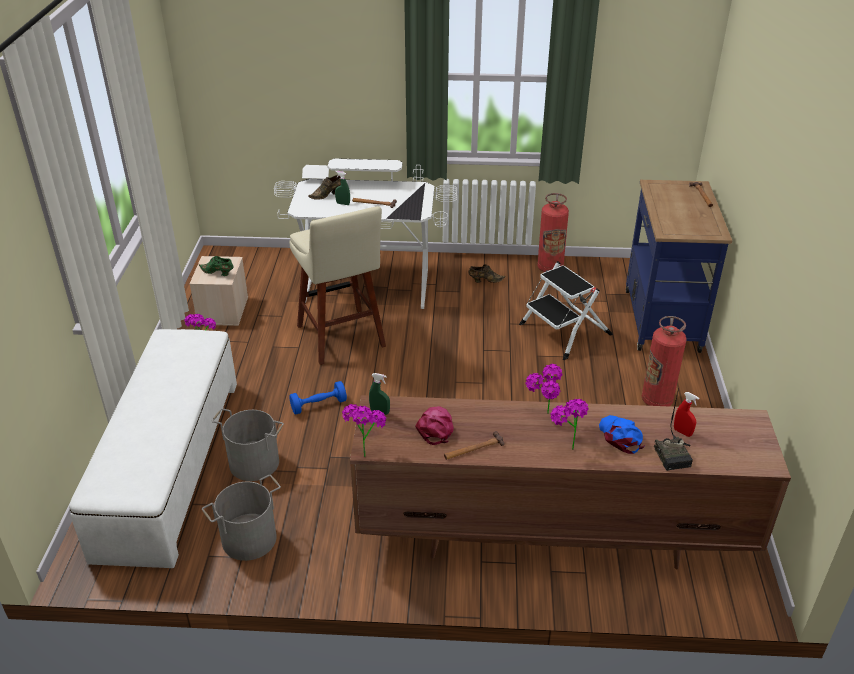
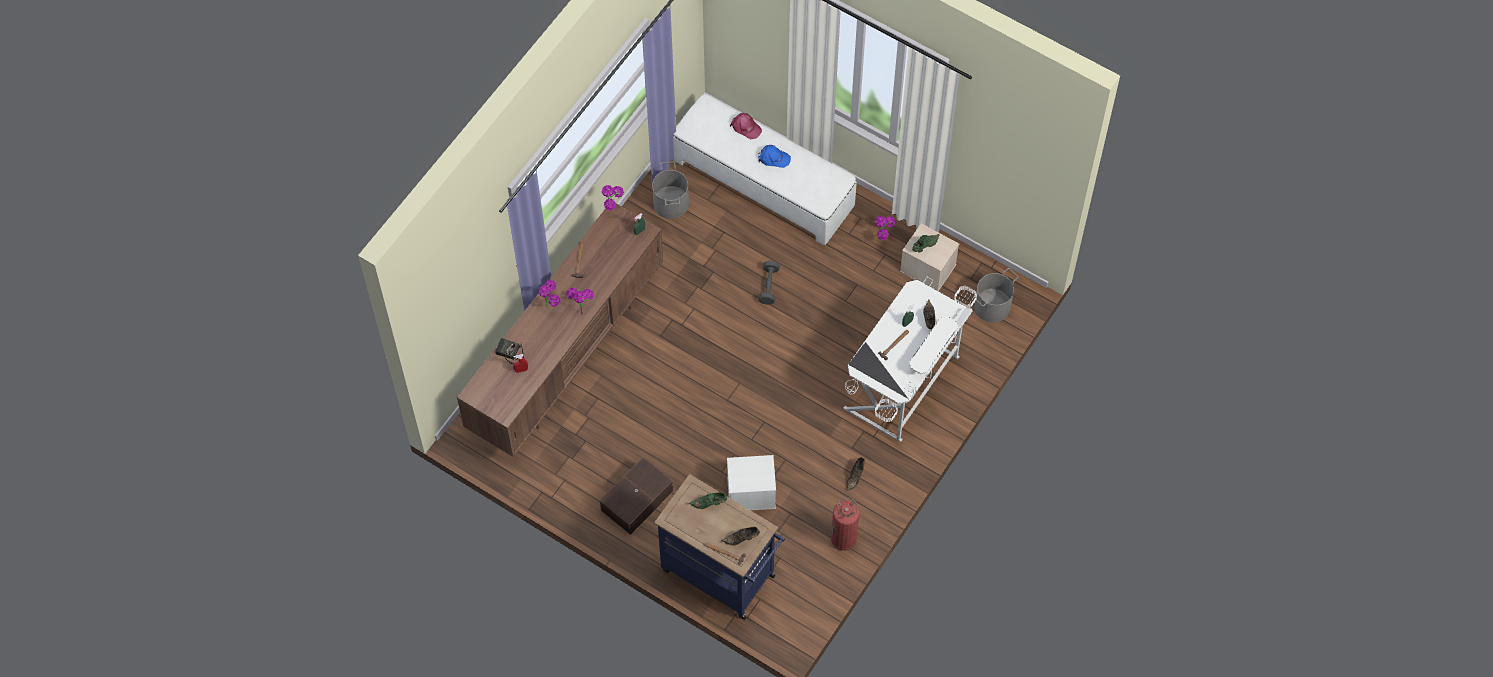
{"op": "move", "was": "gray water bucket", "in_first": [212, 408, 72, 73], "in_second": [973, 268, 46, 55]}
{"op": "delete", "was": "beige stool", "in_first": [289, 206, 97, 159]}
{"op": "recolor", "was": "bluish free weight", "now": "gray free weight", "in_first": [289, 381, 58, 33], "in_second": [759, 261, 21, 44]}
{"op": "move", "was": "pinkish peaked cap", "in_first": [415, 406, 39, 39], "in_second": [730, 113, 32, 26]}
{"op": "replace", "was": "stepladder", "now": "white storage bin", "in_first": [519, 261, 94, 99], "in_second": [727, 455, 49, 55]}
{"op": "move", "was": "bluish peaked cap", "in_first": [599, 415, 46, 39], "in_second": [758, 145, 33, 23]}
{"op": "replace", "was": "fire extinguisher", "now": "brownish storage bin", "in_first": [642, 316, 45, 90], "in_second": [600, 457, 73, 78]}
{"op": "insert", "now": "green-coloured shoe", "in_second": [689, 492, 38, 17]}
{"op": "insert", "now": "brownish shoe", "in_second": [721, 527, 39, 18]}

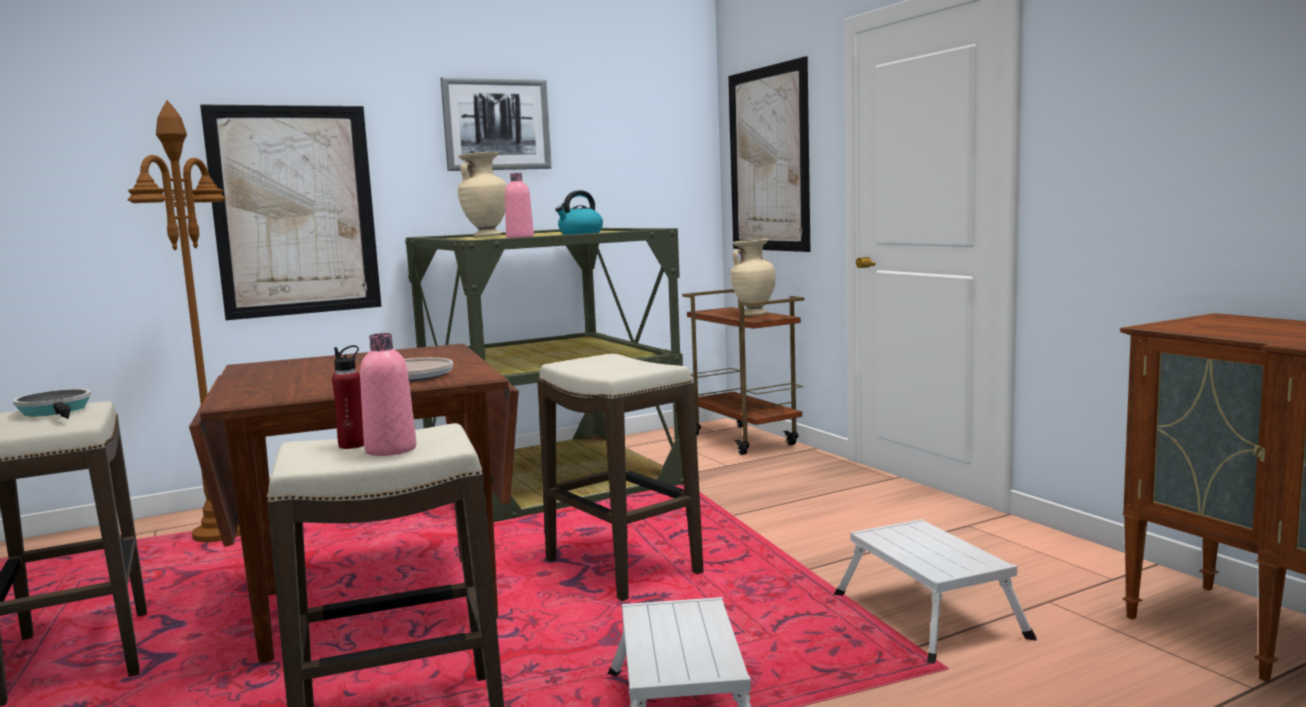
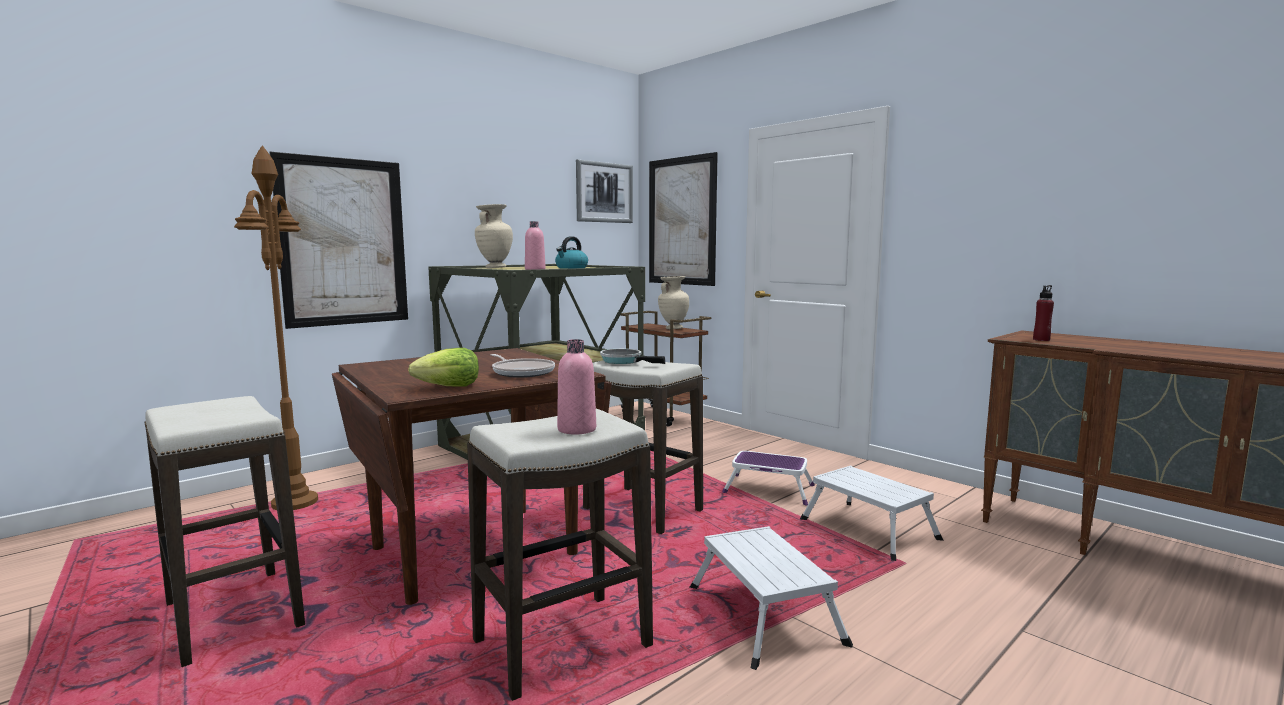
{"op": "move", "was": "skillet", "in_first": [13, 389, 78, 30], "in_second": [600, 349, 65, 15]}
{"op": "move", "was": "reddish bottle", "in_first": [332, 345, 32, 104], "in_second": [1033, 285, 21, 56]}
{"op": "move", "was": "wall picture", "in_first": [440, 77, 112, 94], "in_second": [576, 159, 57, 64]}
{"op": "insert", "now": "lettuce", "in_second": [408, 348, 71, 39]}
{"op": "insert", "now": "purplish stepladder", "in_second": [722, 451, 93, 55]}

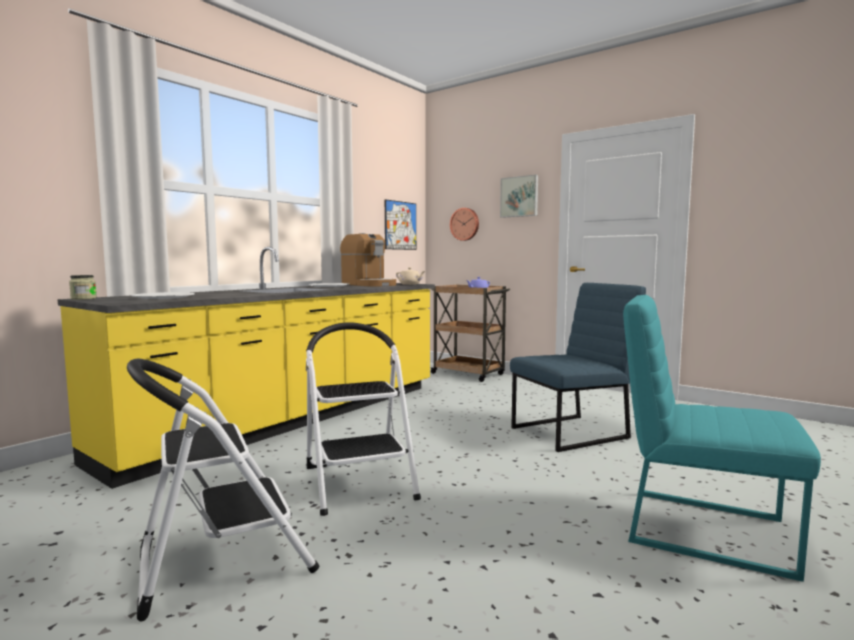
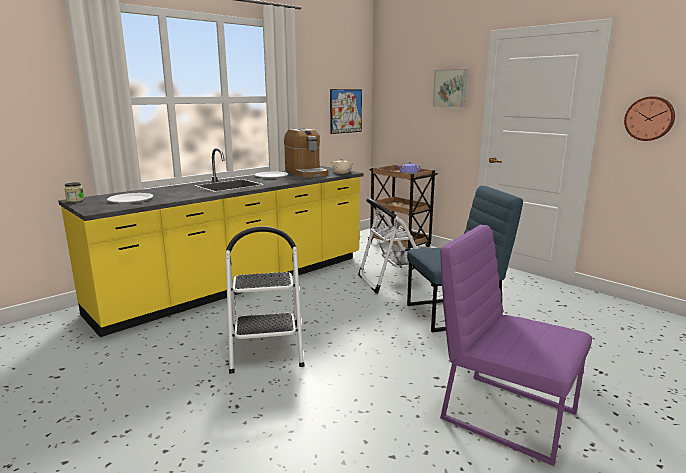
{"op": "move", "was": "stepladder", "in_first": [127, 359, 192, 262], "in_second": [358, 198, 76, 96]}
{"op": "move", "was": "clock on the wall", "in_first": [450, 208, 29, 33], "in_second": [624, 96, 51, 45]}
{"op": "recolor", "was": "turquoise-coloured plain chair", "now": "purplish plain chair", "in_first": [623, 295, 198, 287], "in_second": [440, 225, 152, 241]}

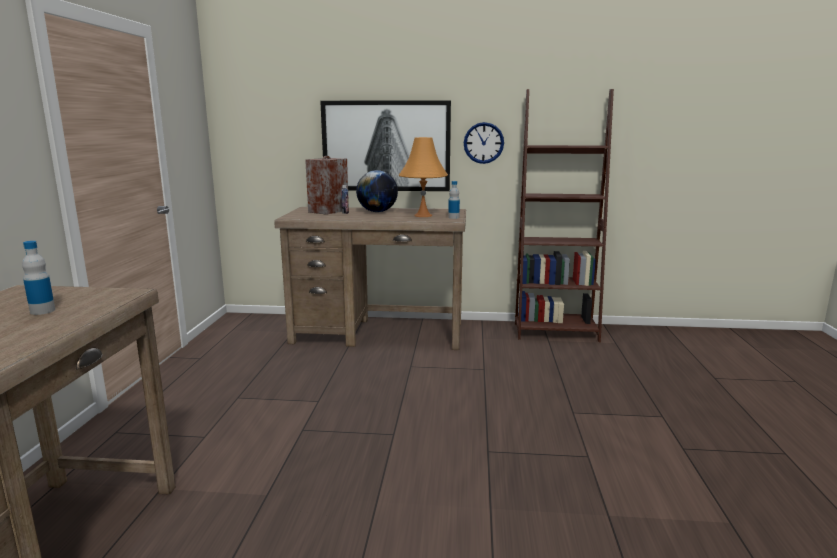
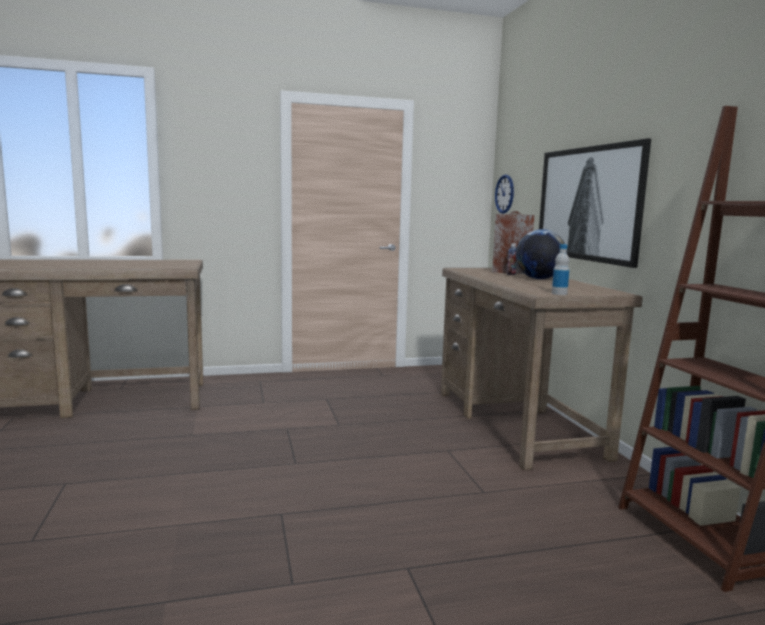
{"op": "delete", "was": "bottle", "in_first": [22, 241, 33, 74]}
{"op": "delete", "was": "orange-coloured tabletop lamp", "in_first": [398, 137, 50, 80]}
{"op": "move", "was": "clock on the wall", "in_first": [464, 122, 40, 42], "in_second": [495, 175, 19, 39]}

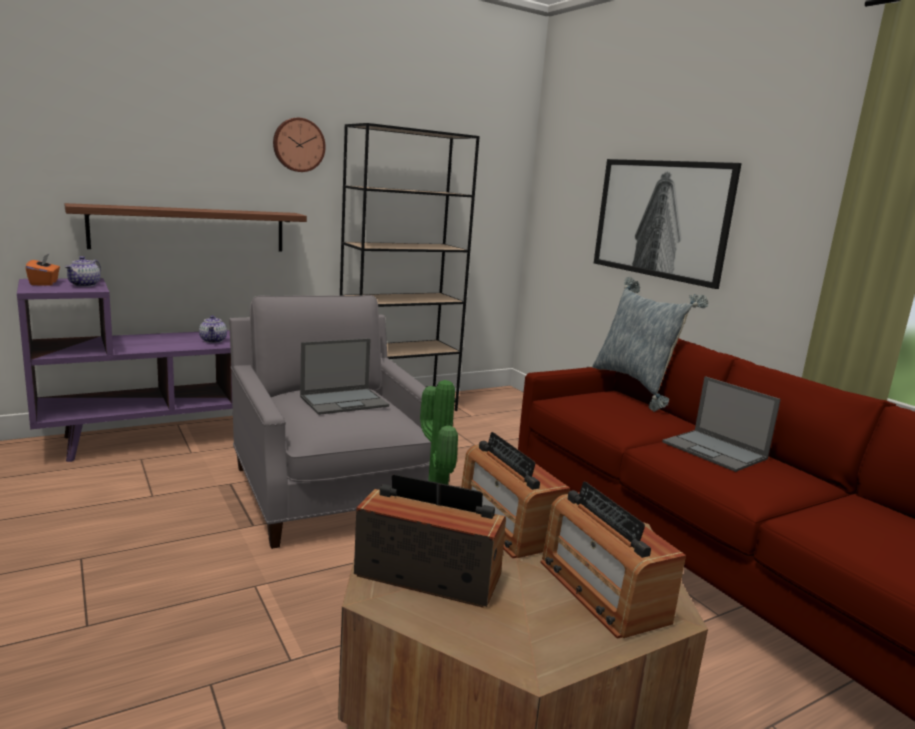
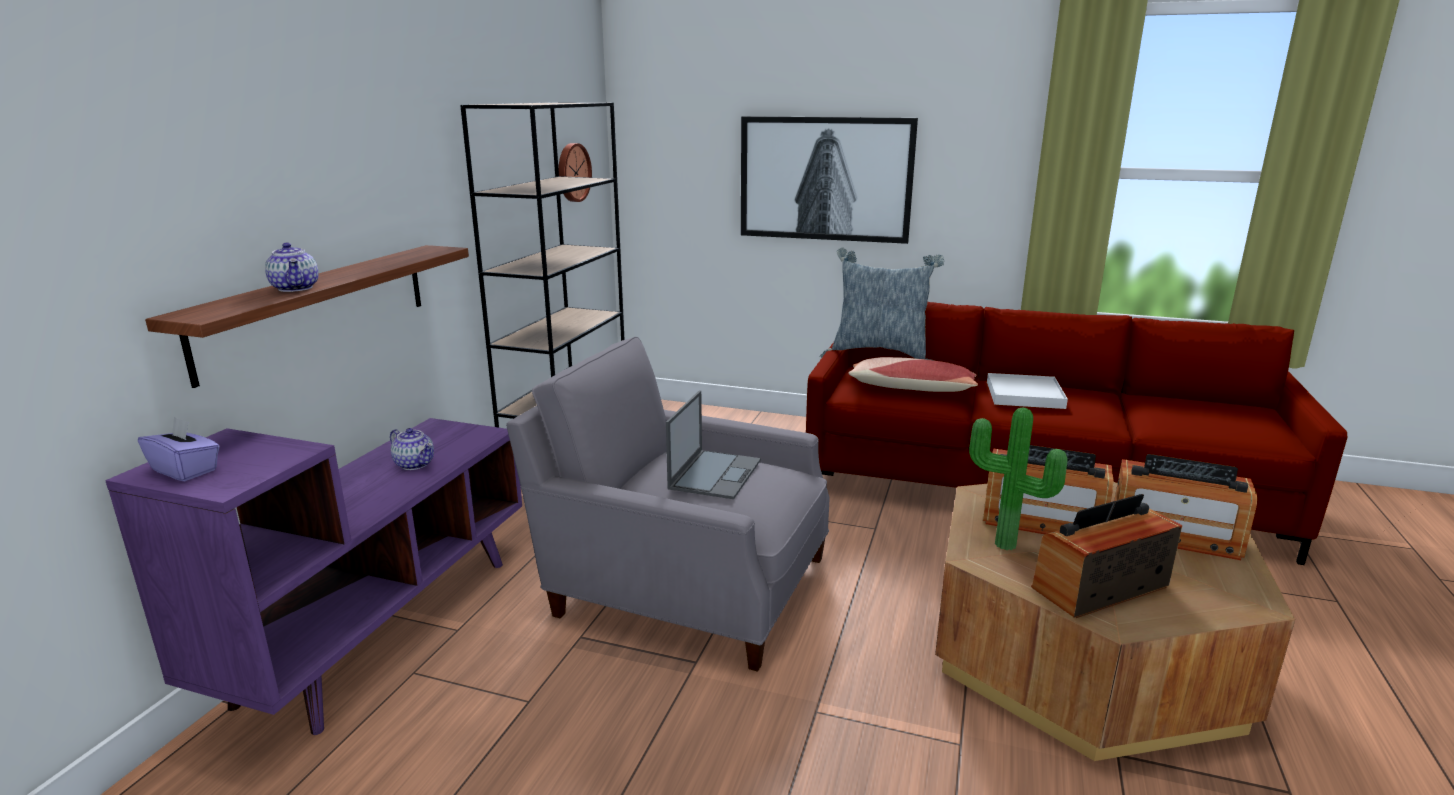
{"op": "recolor", "was": "orange-coloured box of tissues", "now": "purplish box of tissues", "in_first": [26, 254, 34, 32], "in_second": [138, 416, 82, 65]}
{"op": "move", "was": "teapot", "in_first": [65, 256, 36, 31], "in_second": [265, 242, 53, 50]}
{"op": "move", "was": "clock on the wall", "in_first": [273, 118, 53, 54], "in_second": [558, 143, 34, 59]}
{"op": "replace", "was": "portable computer", "now": "white tray", "in_first": [662, 376, 119, 96], "in_second": [987, 373, 81, 36]}
{"op": "insert", "now": "throw pillow", "in_second": [849, 357, 129, 35]}

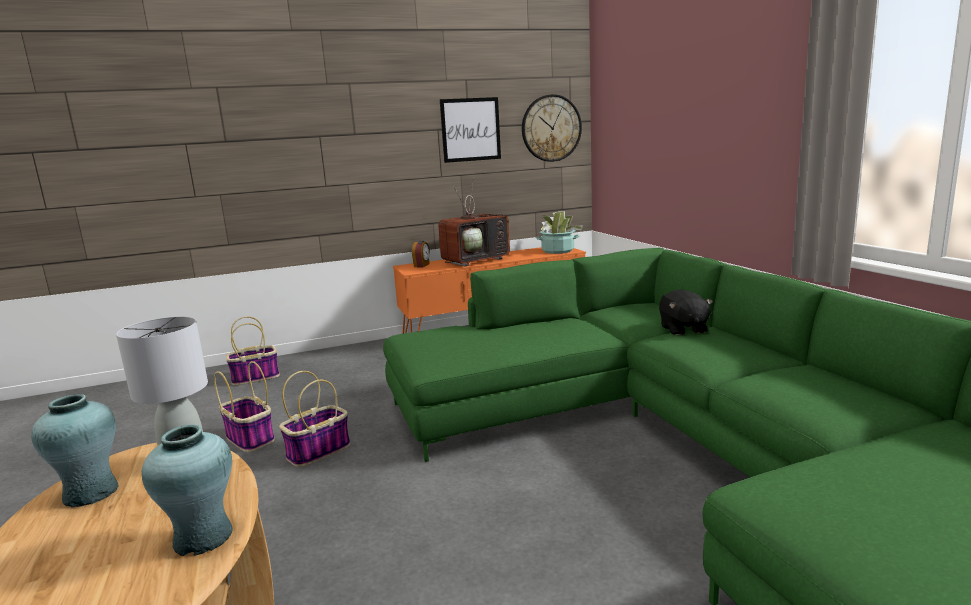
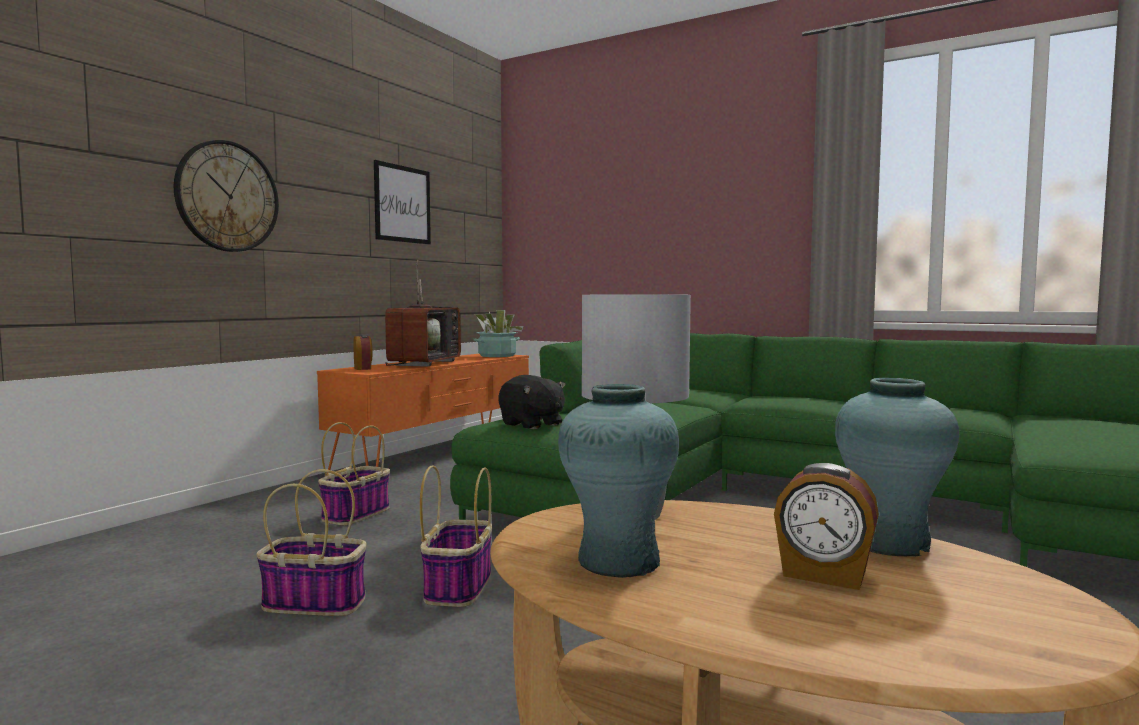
{"op": "move", "was": "basket", "in_first": [226, 316, 54, 69], "in_second": [318, 422, 72, 103]}
{"op": "move", "was": "clock on the wall", "in_first": [522, 94, 60, 68], "in_second": [174, 140, 105, 112]}
{"op": "move", "was": "black plush toy", "in_first": [659, 289, 54, 46], "in_second": [498, 375, 68, 54]}
{"op": "insert", "now": "bedside clock", "in_second": [774, 463, 105, 127]}

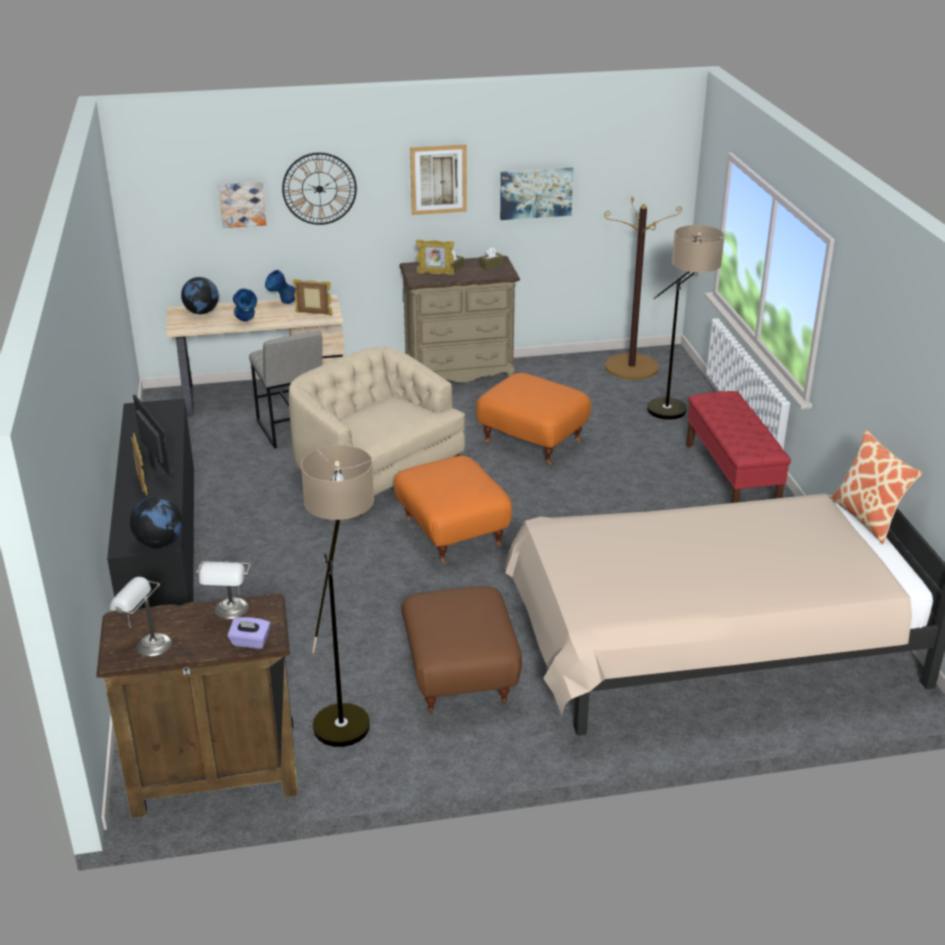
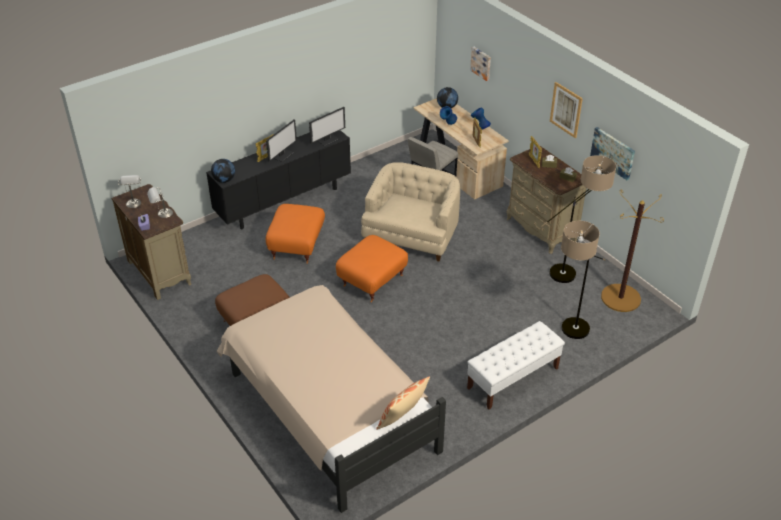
{"op": "recolor", "was": "black drawer chest", "now": "beige drawer chest", "in_first": [96, 593, 203, 225], "in_second": [111, 184, 80, 116]}
{"op": "delete", "was": "clock on the wall", "in_first": [282, 152, 75, 73]}
{"op": "move", "was": "standing lamp", "in_first": [301, 445, 73, 302], "in_second": [542, 155, 74, 128]}
{"op": "move", "was": "orange-coloured pouffe", "in_first": [476, 373, 115, 92], "in_second": [266, 204, 59, 60]}
{"op": "recolor", "was": "reddish bench", "now": "white bench", "in_first": [686, 391, 105, 112], "in_second": [467, 321, 98, 89]}
{"op": "insert", "now": "computer display", "in_second": [309, 107, 36, 39]}

